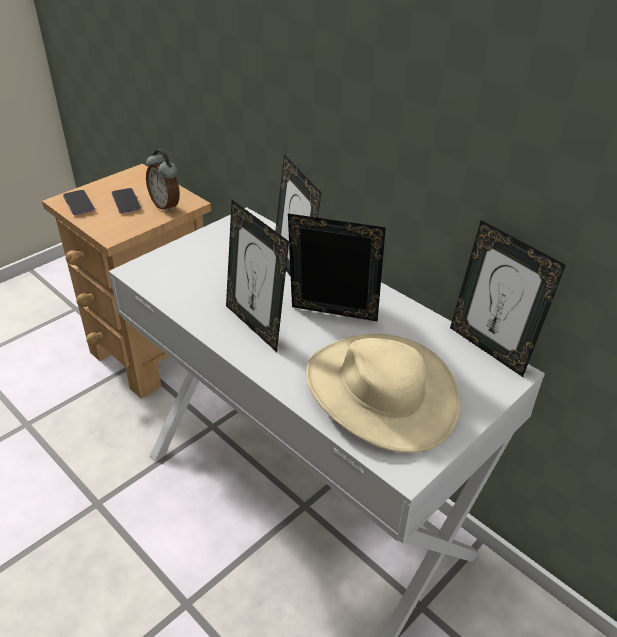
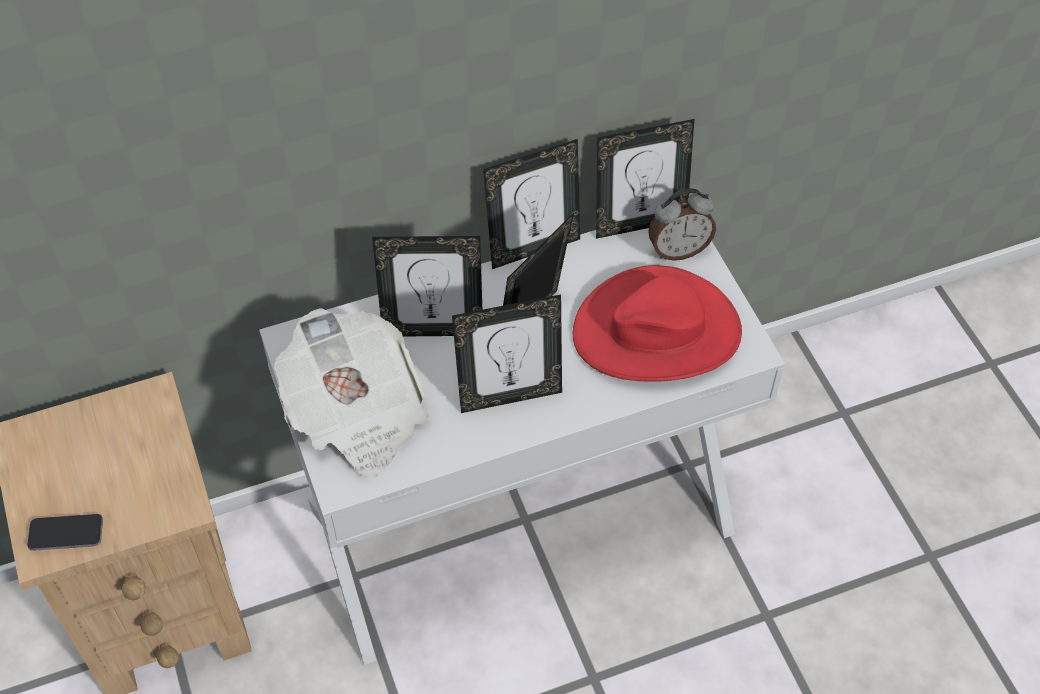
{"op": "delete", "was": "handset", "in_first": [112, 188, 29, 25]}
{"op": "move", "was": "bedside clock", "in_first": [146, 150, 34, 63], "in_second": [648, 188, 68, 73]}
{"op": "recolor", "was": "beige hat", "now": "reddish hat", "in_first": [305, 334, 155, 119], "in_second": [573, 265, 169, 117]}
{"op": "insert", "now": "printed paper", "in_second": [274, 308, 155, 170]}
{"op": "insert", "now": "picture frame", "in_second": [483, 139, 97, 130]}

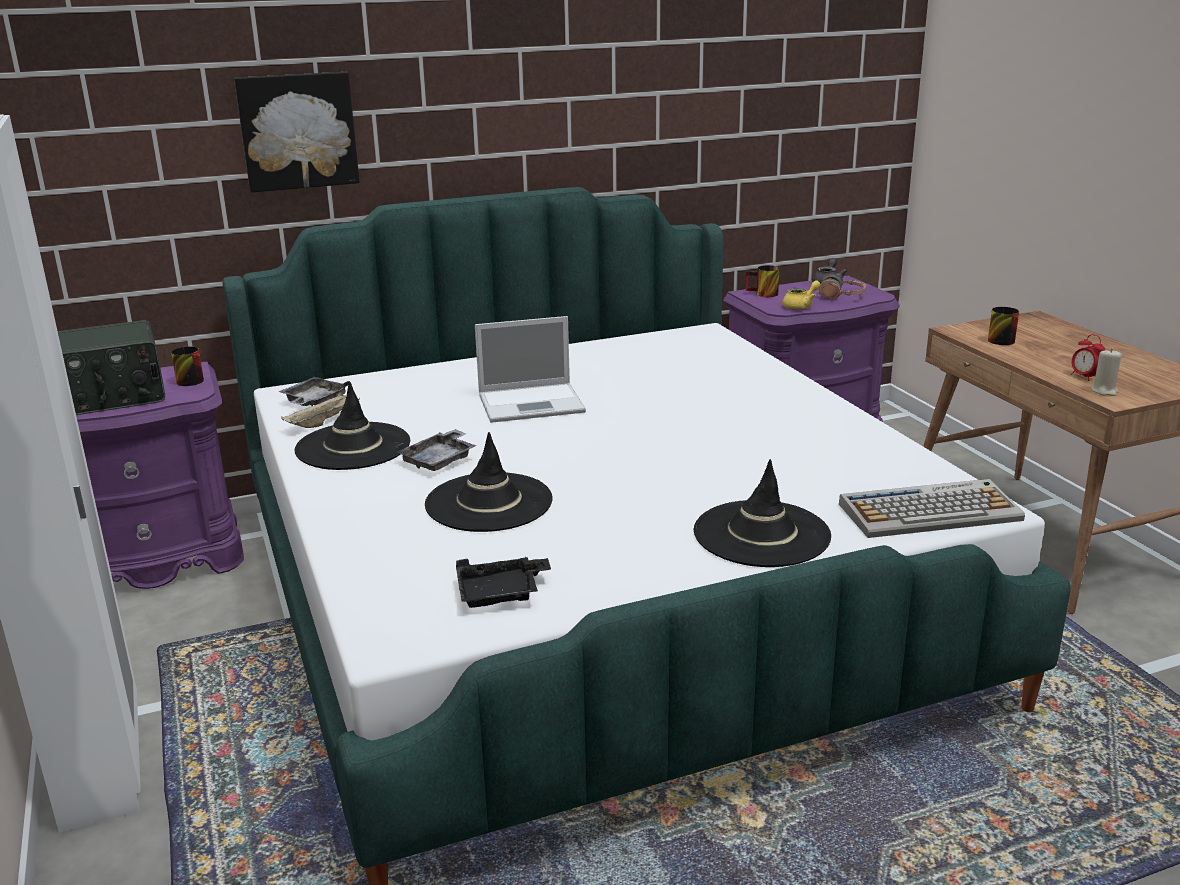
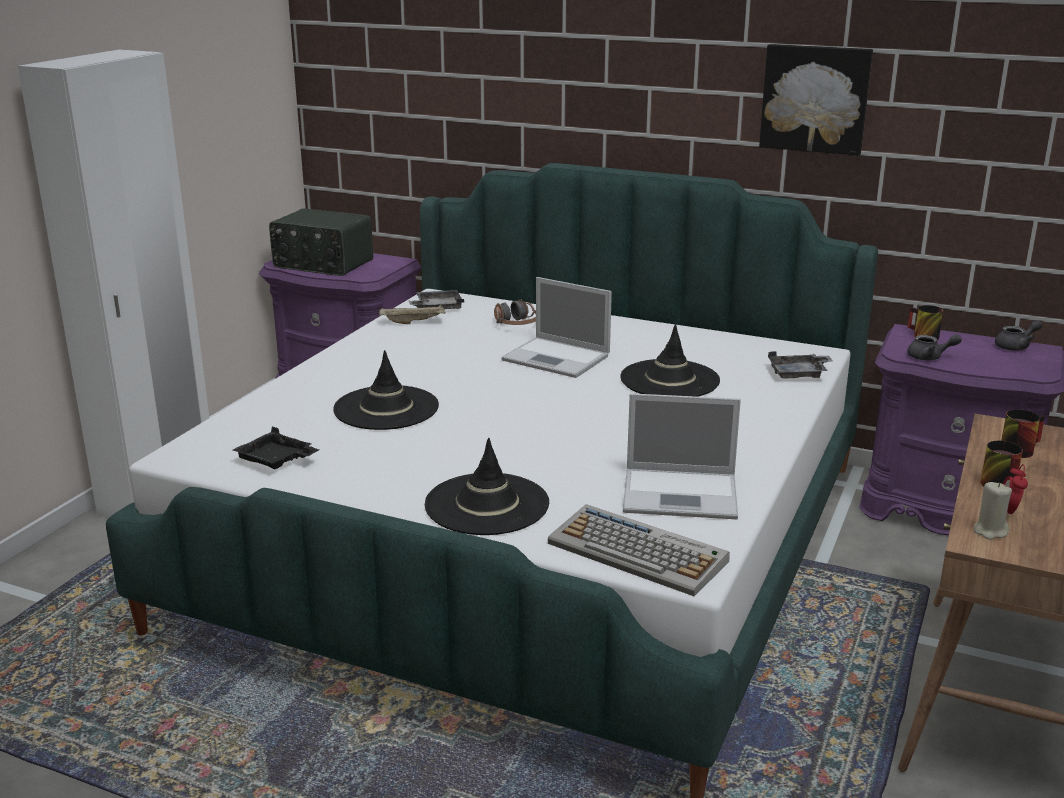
{"op": "move", "was": "coffee mug", "in_first": [171, 346, 33, 40], "in_second": [980, 441, 43, 46]}
{"op": "move", "was": "wall picture", "in_first": [234, 72, 126, 121], "in_second": [759, 44, 114, 112]}
{"op": "move", "was": "black hat", "in_first": [294, 382, 116, 88], "in_second": [620, 324, 100, 73]}
{"op": "move", "was": "gray tray", "in_first": [396, 429, 81, 42], "in_second": [768, 351, 64, 28]}
{"op": "recolor", "was": "yellow teapot", "now": "gray teapot", "in_first": [782, 280, 39, 30], "in_second": [907, 334, 55, 26]}
{"op": "move", "was": "pair of headphones", "in_first": [819, 273, 47, 27], "in_second": [494, 299, 42, 26]}
{"op": "insert", "now": "portable computer", "in_second": [623, 393, 118, 126]}

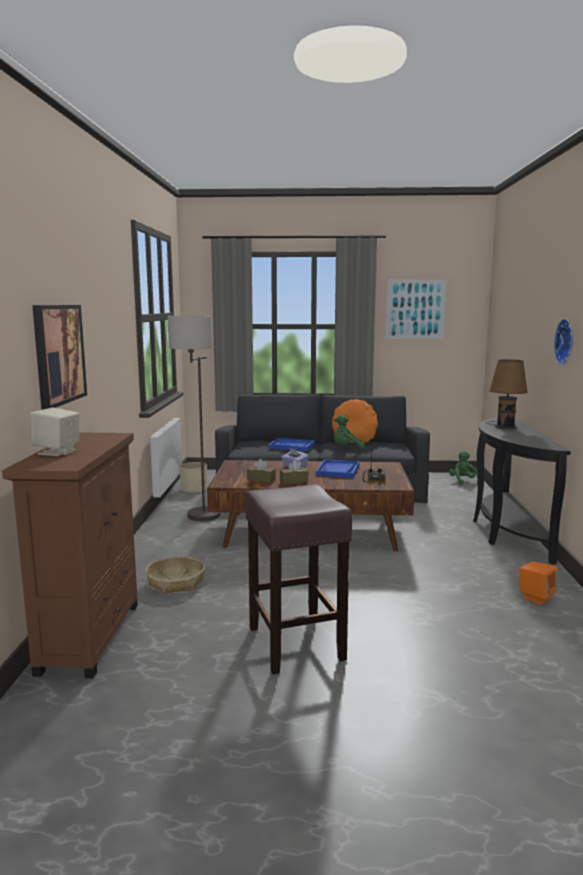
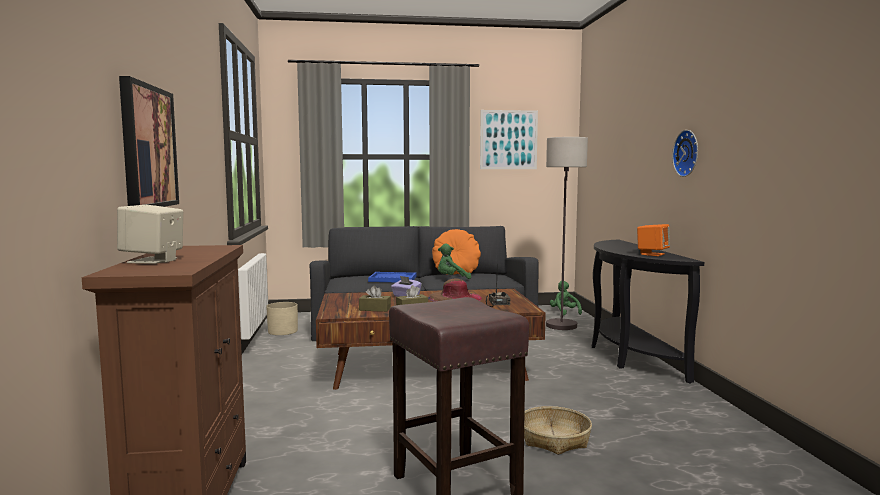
{"op": "move", "was": "basket", "in_first": [146, 556, 59, 38], "in_second": [524, 406, 68, 49]}
{"op": "move", "was": "gray standing lamp", "in_first": [168, 315, 52, 206], "in_second": [546, 137, 42, 193]}
{"op": "replace", "was": "bluish tray", "now": "brownish hat", "in_first": [316, 459, 44, 19], "in_second": [428, 279, 54, 23]}
{"op": "delete", "was": "brownish tabletop lamp", "in_first": [485, 359, 43, 70]}
{"op": "move", "was": "orange-coloured loudspeaker", "in_first": [519, 561, 39, 44], "in_second": [637, 224, 33, 32]}

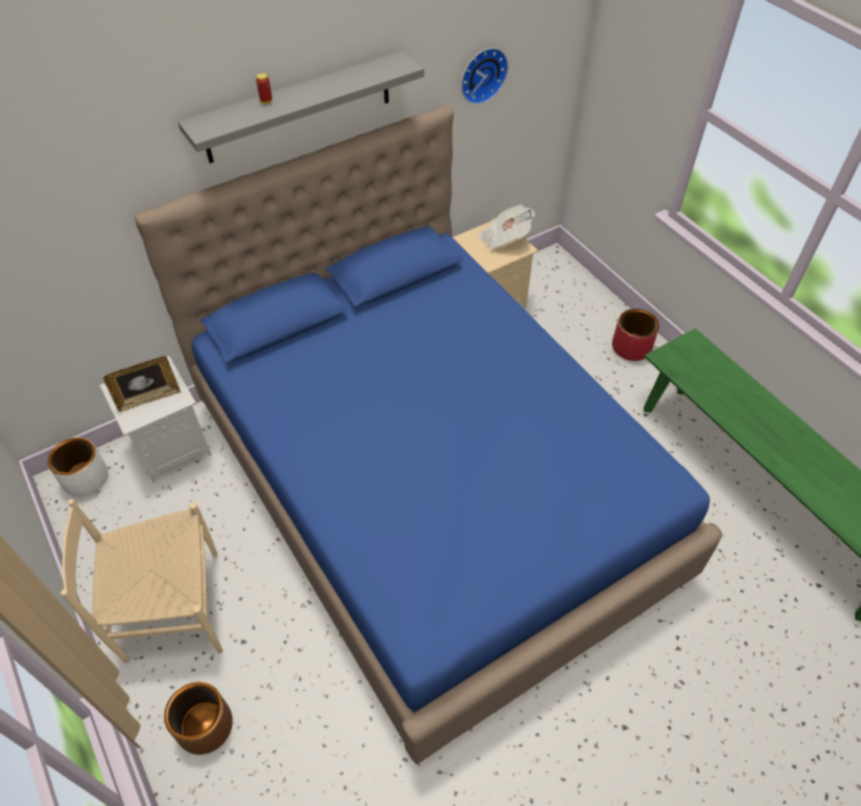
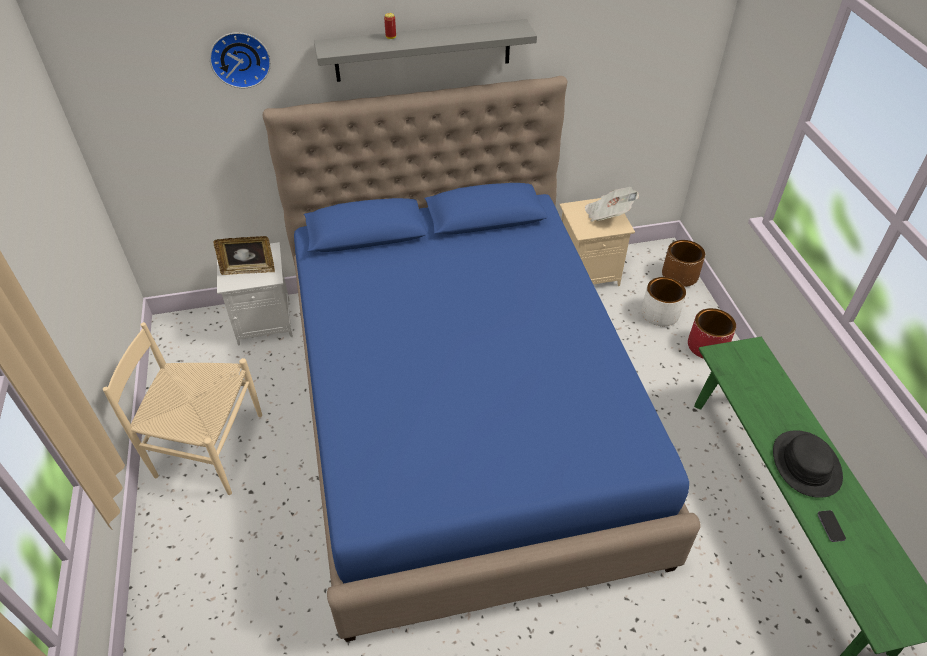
{"op": "move", "was": "white plant pot", "in_first": [47, 437, 61, 60], "in_second": [641, 277, 45, 49]}
{"op": "move", "was": "brownish plant pot", "in_first": [164, 682, 69, 73], "in_second": [662, 240, 43, 47]}
{"op": "move", "was": "clock on the wall", "in_first": [461, 48, 47, 56], "in_second": [209, 32, 62, 56]}
{"op": "insert", "now": "black hat", "in_second": [773, 430, 70, 68]}
{"op": "insert", "now": "handset", "in_second": [817, 510, 29, 32]}

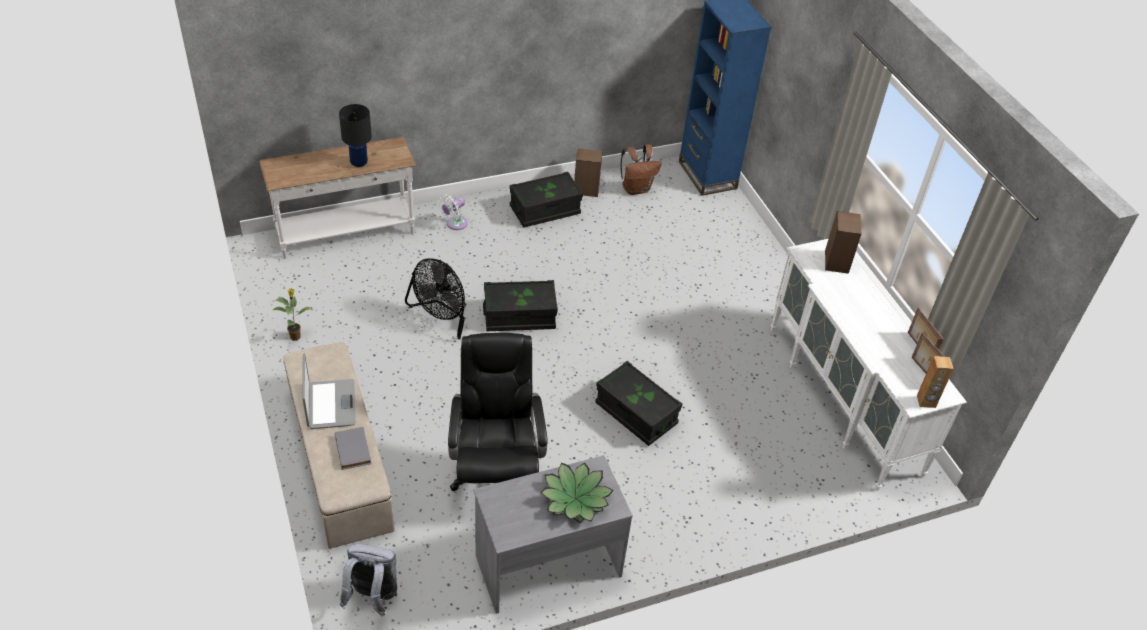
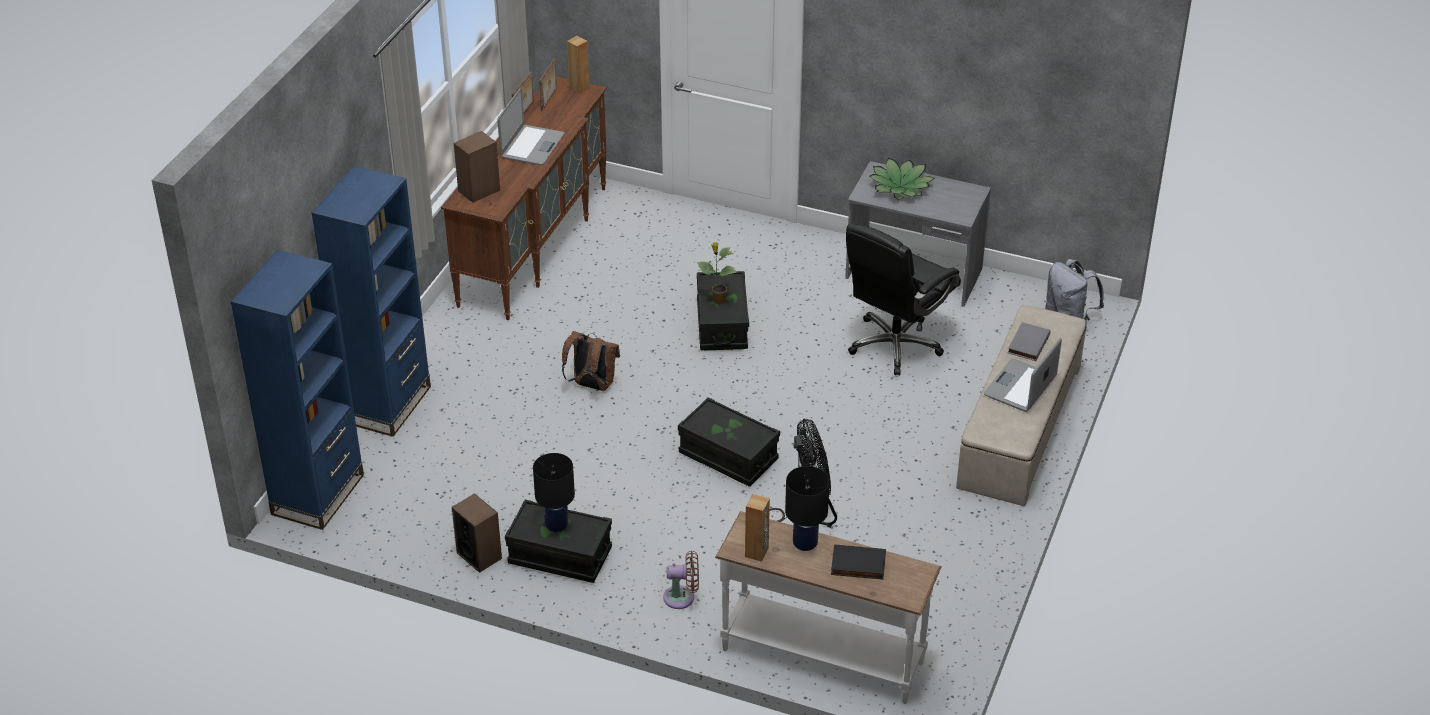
{"op": "move", "was": "potted plant", "in_first": [273, 288, 40, 53], "in_second": [697, 242, 40, 63]}
{"op": "recolor", "was": "white fan", "now": "brownish fan", "in_first": [438, 194, 30, 36], "in_second": [663, 551, 36, 58]}
{"op": "move", "was": "brownish rucksack", "in_first": [620, 144, 42, 51], "in_second": [562, 331, 58, 60]}
{"op": "recolor", "was": "white cupboard", "now": "brownish cupboard", "in_first": [771, 239, 196, 251], "in_second": [441, 76, 166, 245]}
{"op": "insert", "now": "bluish shelving unit", "in_second": [311, 166, 120, 271]}
{"op": "insert", "now": "portable computer", "in_second": [497, 88, 68, 77]}
{"op": "insert", "now": "black tabletop lamp", "in_second": [533, 453, 42, 79]}
{"op": "insert", "now": "brownish loudspeaker", "in_second": [745, 494, 25, 68]}
{"op": "insert", "now": "black bound book", "in_second": [831, 544, 55, 36]}

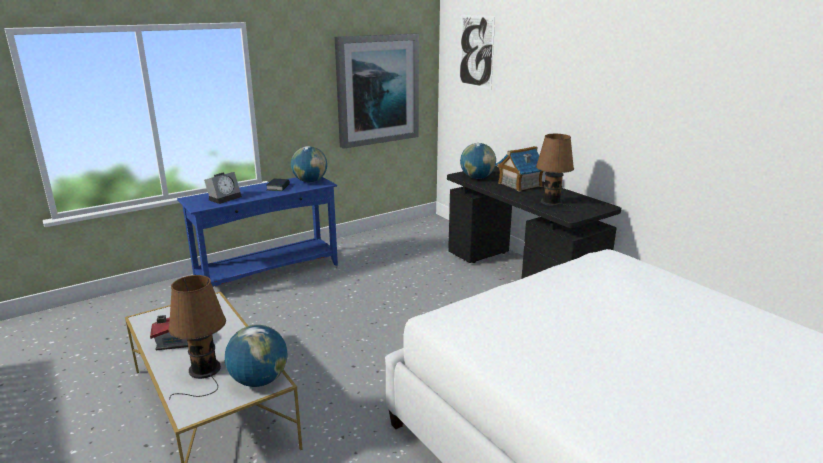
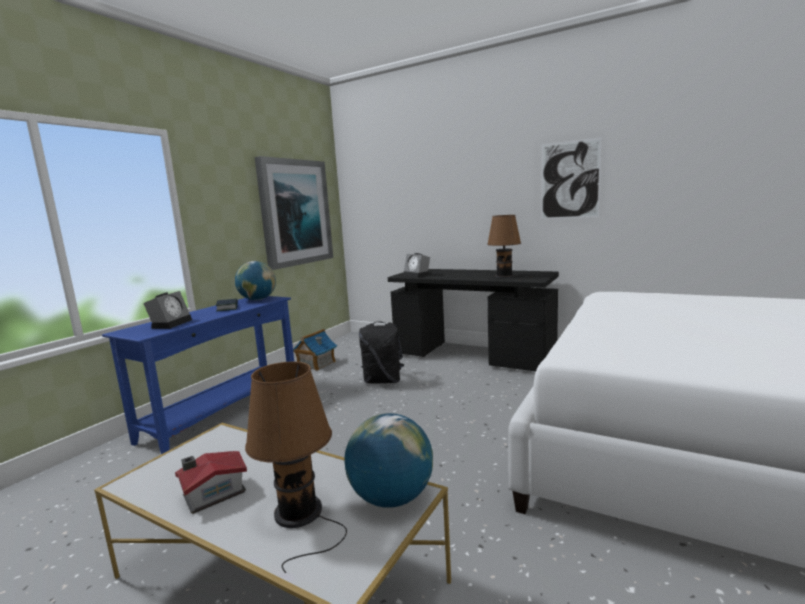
{"op": "move", "was": "wall picture", "in_first": [459, 15, 36, 74], "in_second": [541, 137, 61, 82]}
{"op": "replace", "was": "globe", "now": "bedside clock", "in_first": [460, 143, 36, 36], "in_second": [403, 253, 27, 24]}
{"op": "move", "was": "toy house", "in_first": [496, 146, 47, 46], "in_second": [293, 329, 44, 42]}
{"op": "insert", "now": "black rucksack", "in_second": [359, 322, 45, 62]}

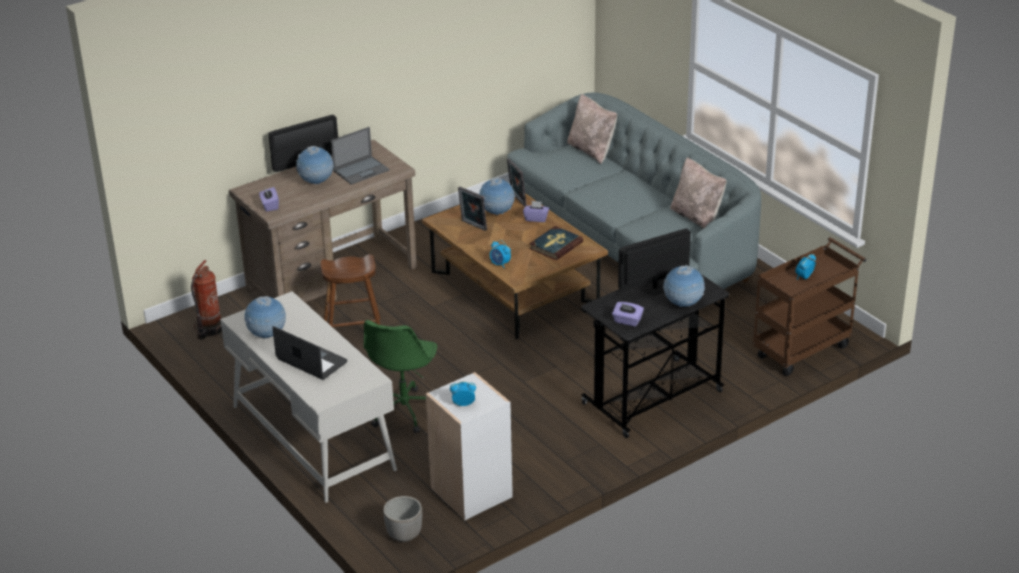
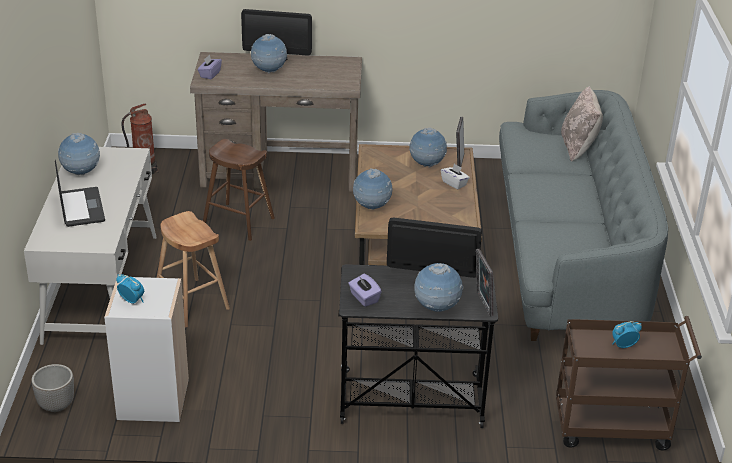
{"op": "delete", "was": "portable computer", "in_first": [331, 127, 59, 58]}
{"op": "replace", "was": "green-coloured computer chair", "now": "brownish stool", "in_first": [364, 320, 73, 113], "in_second": [157, 211, 73, 116]}
{"op": "move", "was": "picture frame", "in_first": [458, 186, 29, 45], "in_second": [476, 249, 17, 68]}
{"op": "replace", "was": "bedside clock", "now": "globe", "in_first": [490, 240, 21, 29], "in_second": [353, 169, 40, 41]}
{"op": "recolor", "was": "purplish box of tissues", "now": "white box of tissues", "in_first": [523, 201, 26, 21], "in_second": [441, 163, 29, 26]}
{"op": "delete", "was": "bound book", "in_first": [529, 226, 54, 34]}
{"op": "delete", "was": "beige throw pillow", "in_first": [670, 157, 57, 72]}

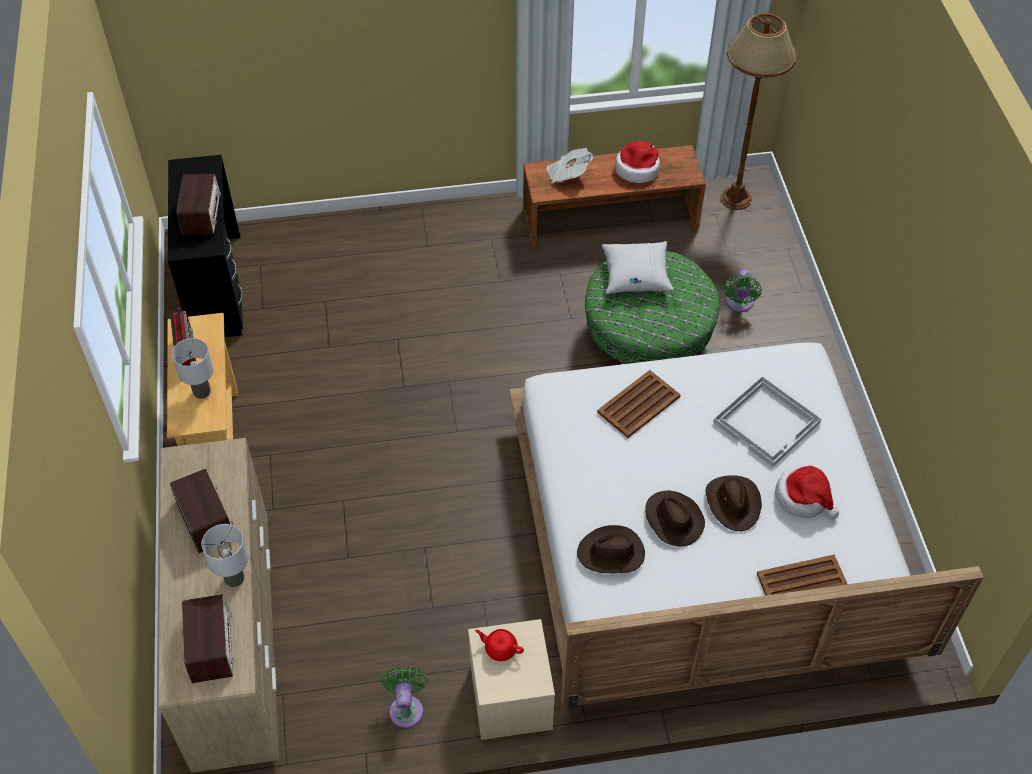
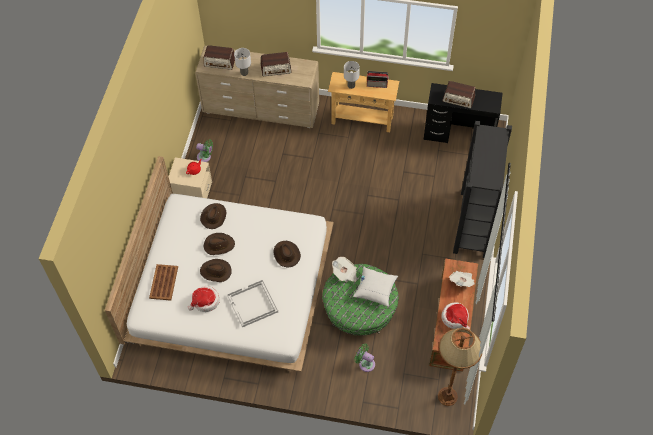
{"op": "replace", "was": "brownish tray", "now": "brownish hat", "in_first": [597, 370, 84, 68], "in_second": [273, 241, 28, 26]}
{"op": "insert", "now": "printed paper", "in_second": [332, 257, 25, 25]}
{"op": "insert", "now": "black shelving unit", "in_second": [453, 121, 59, 137]}

